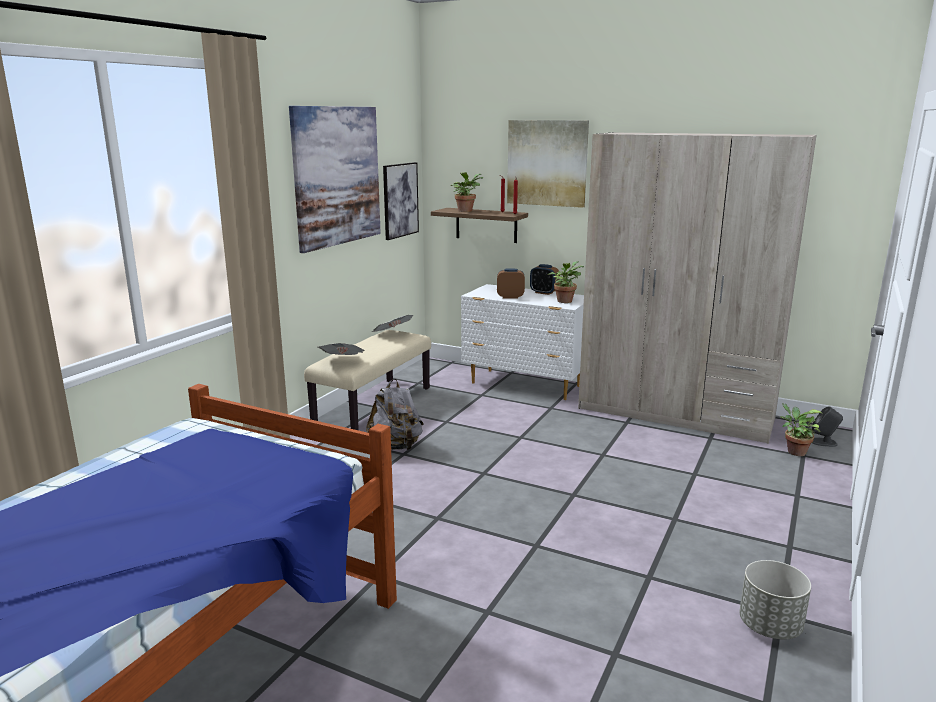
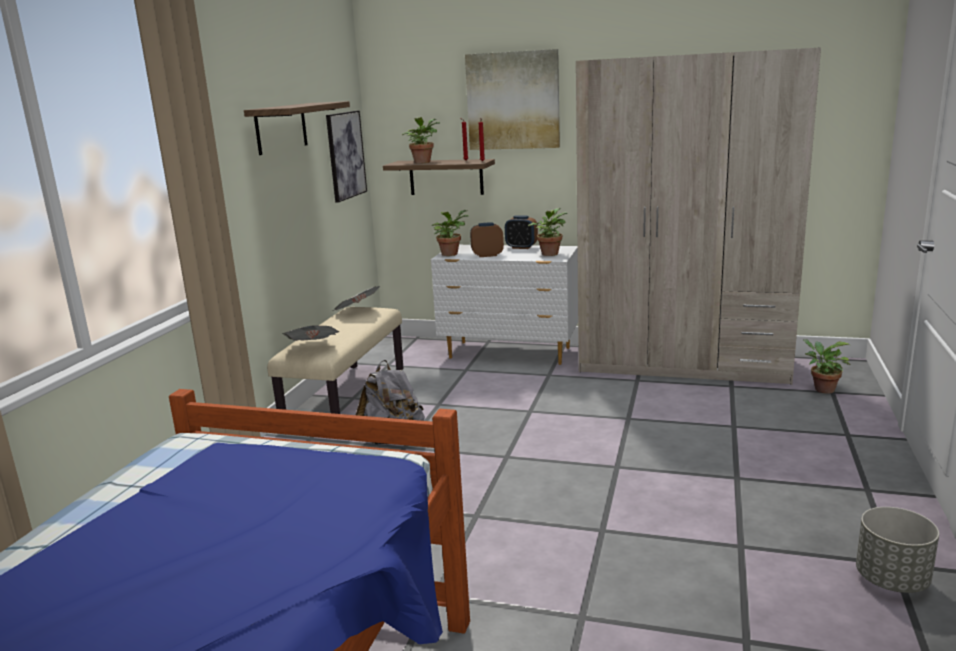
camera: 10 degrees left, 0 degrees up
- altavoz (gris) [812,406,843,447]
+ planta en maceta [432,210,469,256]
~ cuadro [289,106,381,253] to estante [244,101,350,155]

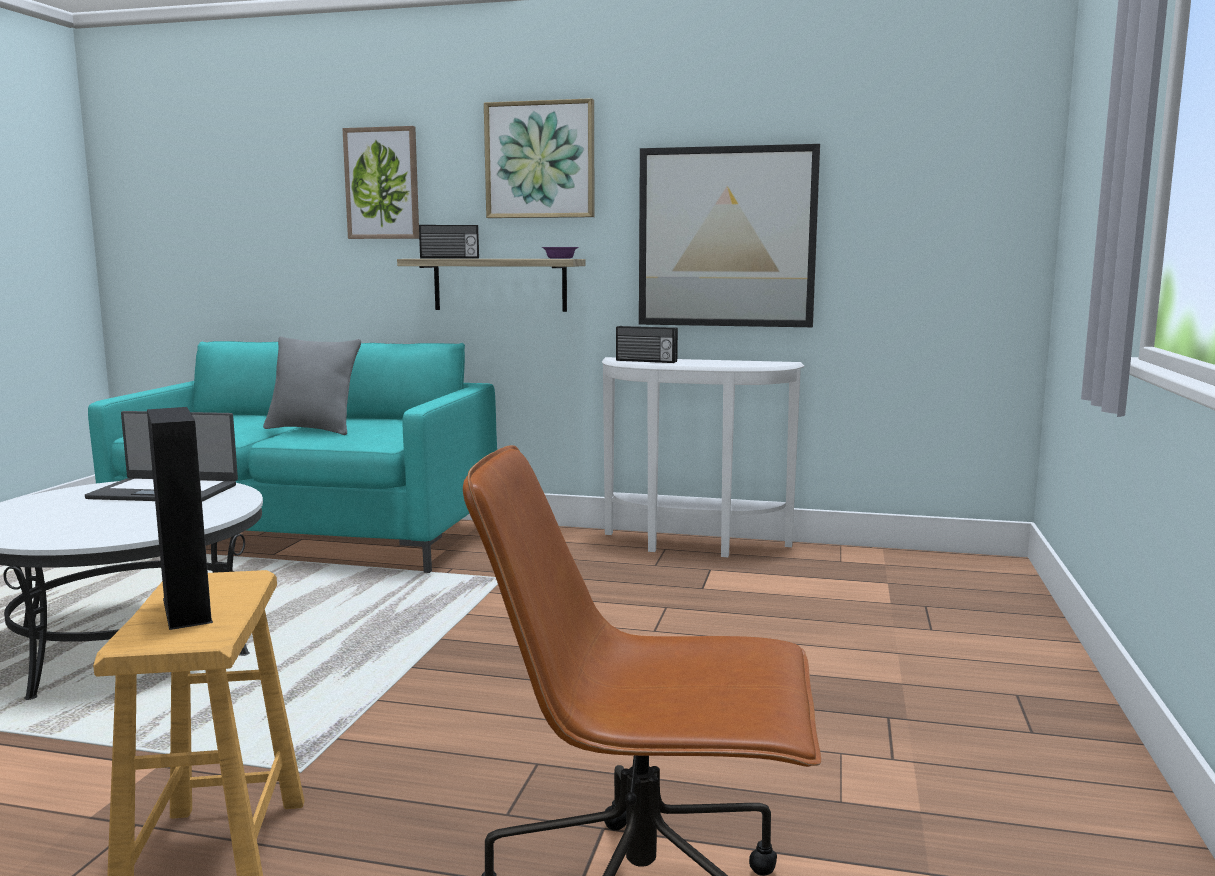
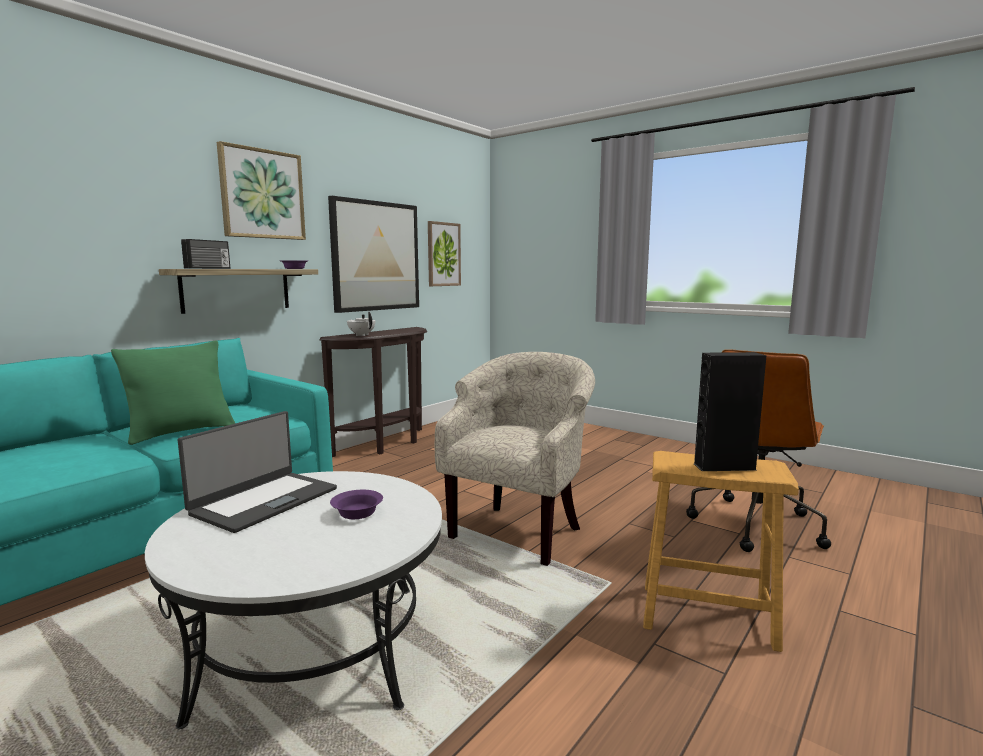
camera: 65 degrees left, 0 degrees up
+ cuenco (morado) [330,490,383,519]
+ sillón (beis) [435,352,595,566]
~ cuadro [342,126,419,239] to [428,221,461,286]
~ radio [616,326,678,363] to tetera (blanco) [347,311,375,336]
~ cojín (gris) [263,336,361,435] to cojín (verde) [111,341,235,445]
~ mesa consola (blanco) [602,357,804,557] to mesa consola (marrón) [319,327,427,457]

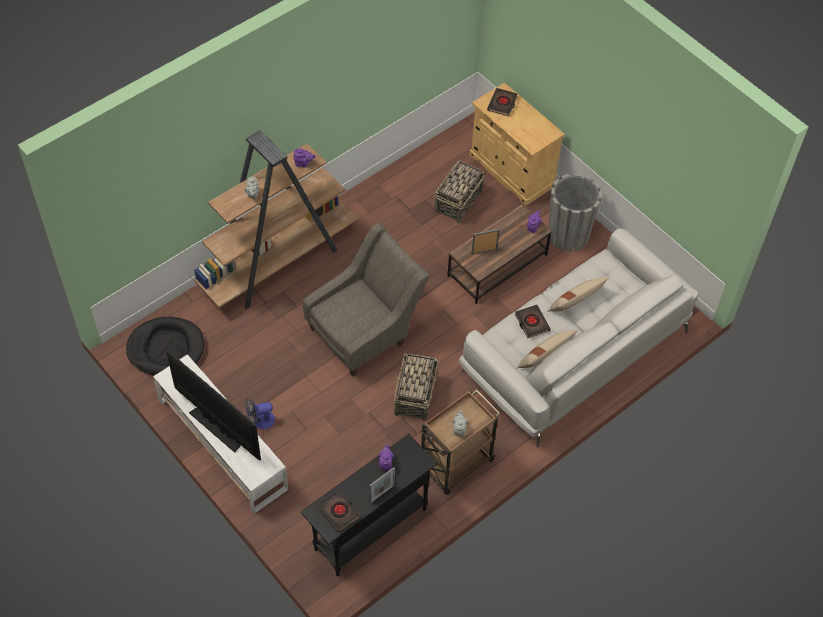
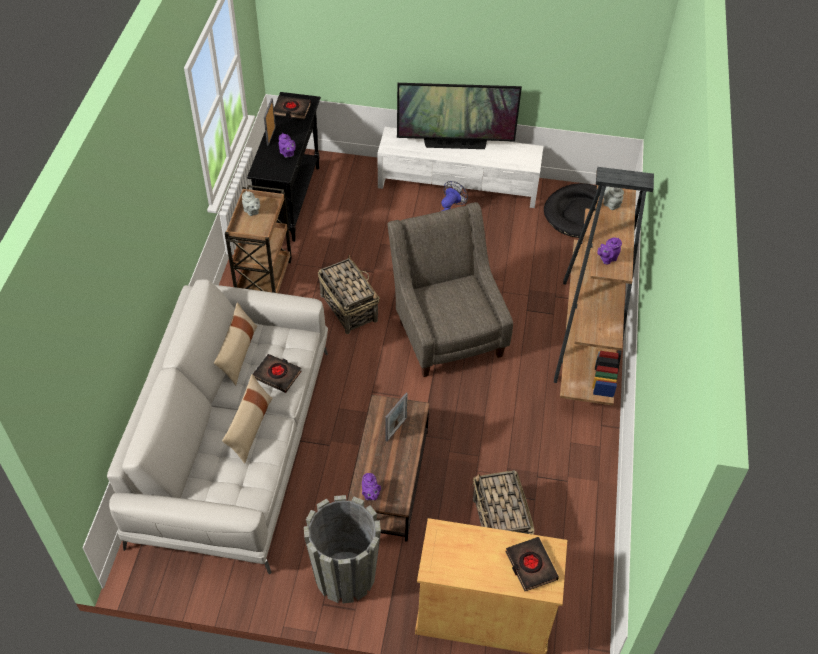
camera: 140 degrees right, 5 degrees down
~ sillón (gris) [303,223,430,377] = [387,202,513,377] 150 degrees clockwise

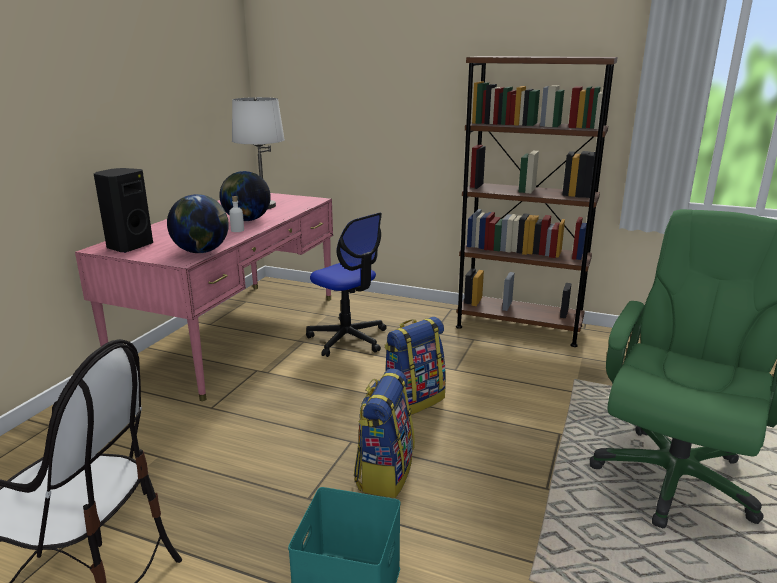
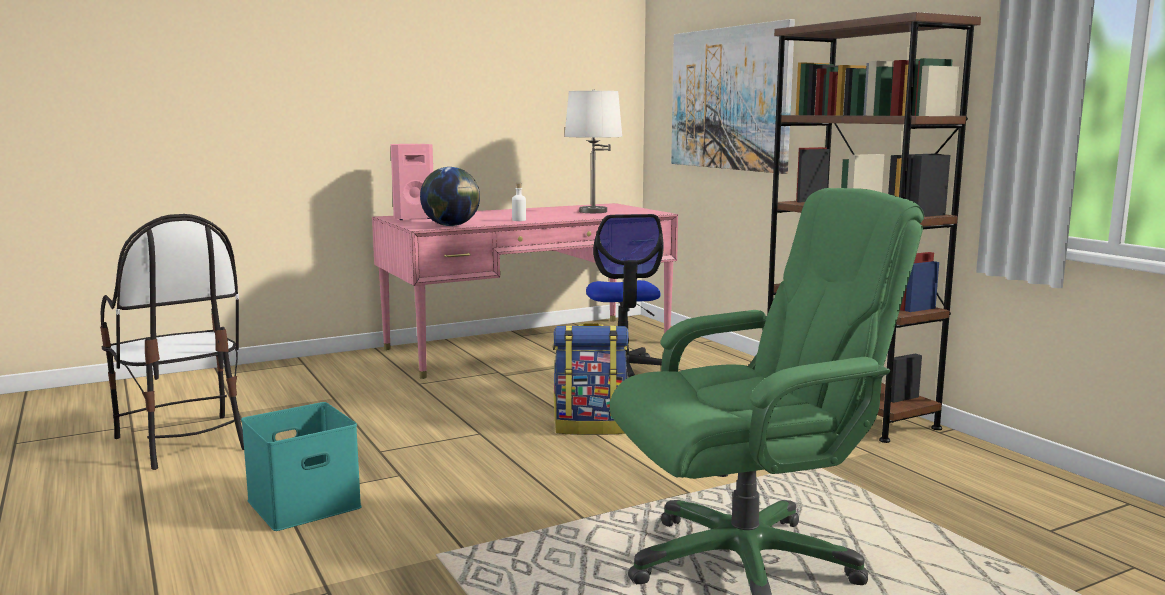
camera: 40 degrees right, 10 degrees down
- globo terráqueo [219,171,271,221]
- mochila [354,369,415,498]
+ cuadro [671,19,795,174]
~ altavoz (negro) [94,168,153,253] to altavoz (rosa) [391,144,433,220]

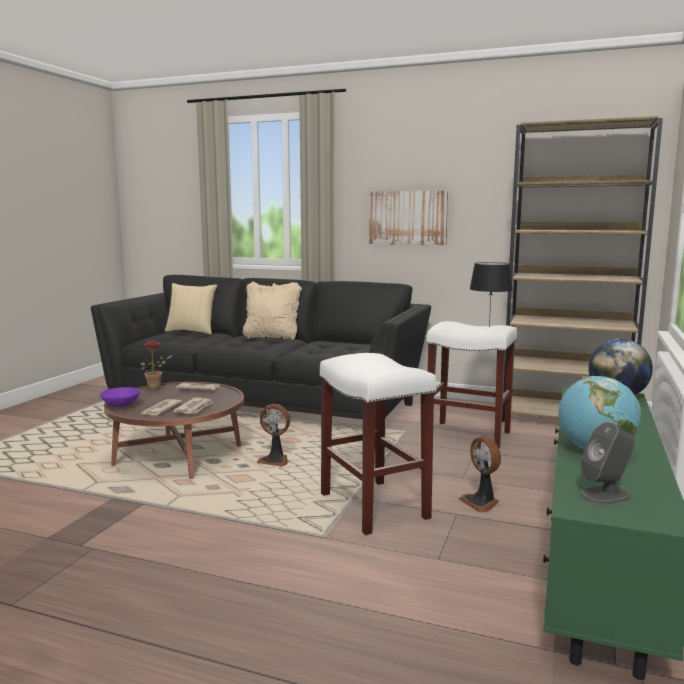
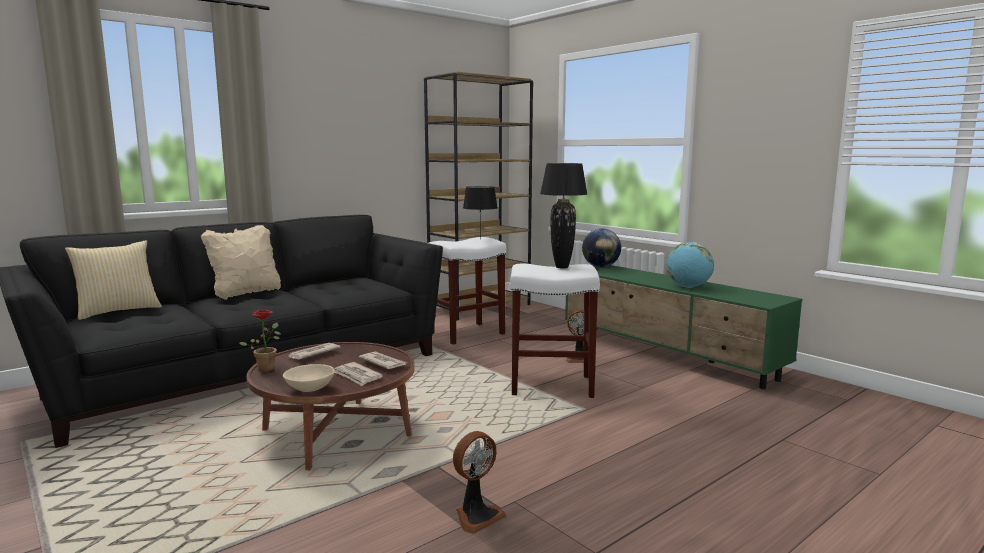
camera: 60 degrees left, 0 degrees up
- cuadro [369,190,448,245]
- altavoz (gris) [580,422,635,504]
+ lámpara de mesa (negro) [540,163,587,268]
~ ventilador [257,404,290,467] to [453,431,507,534]
~ cuenco (morado) [100,387,140,407] to cuenco (beis) [283,364,335,392]

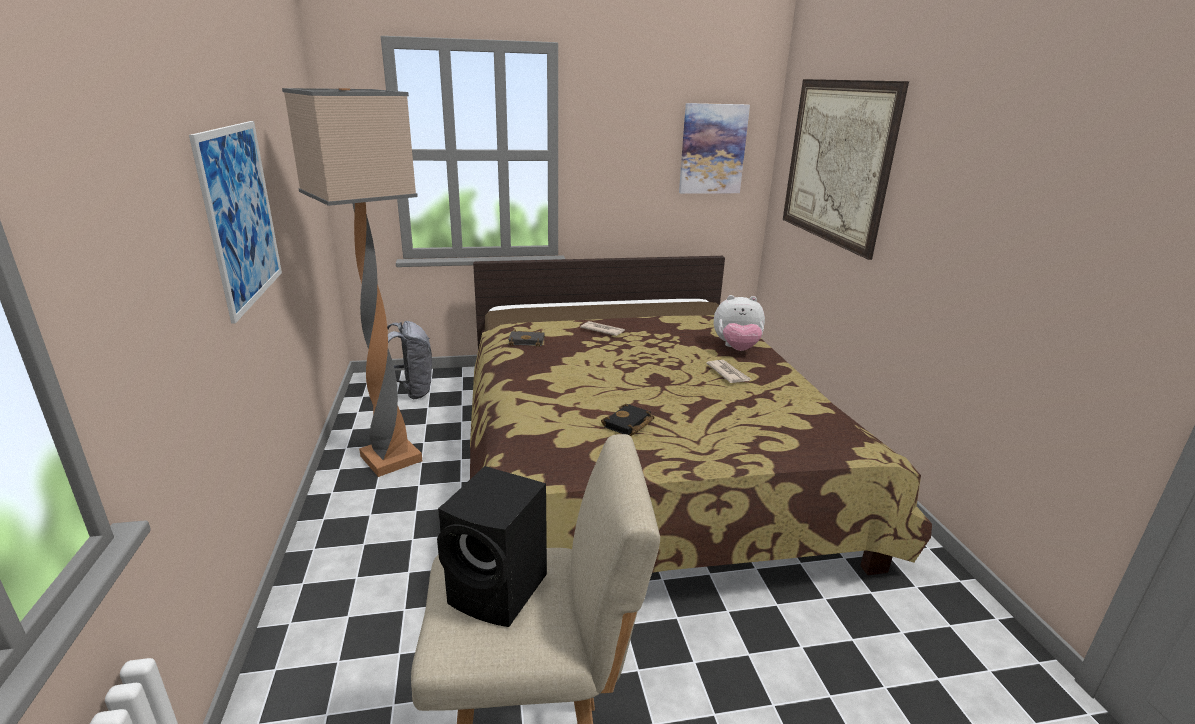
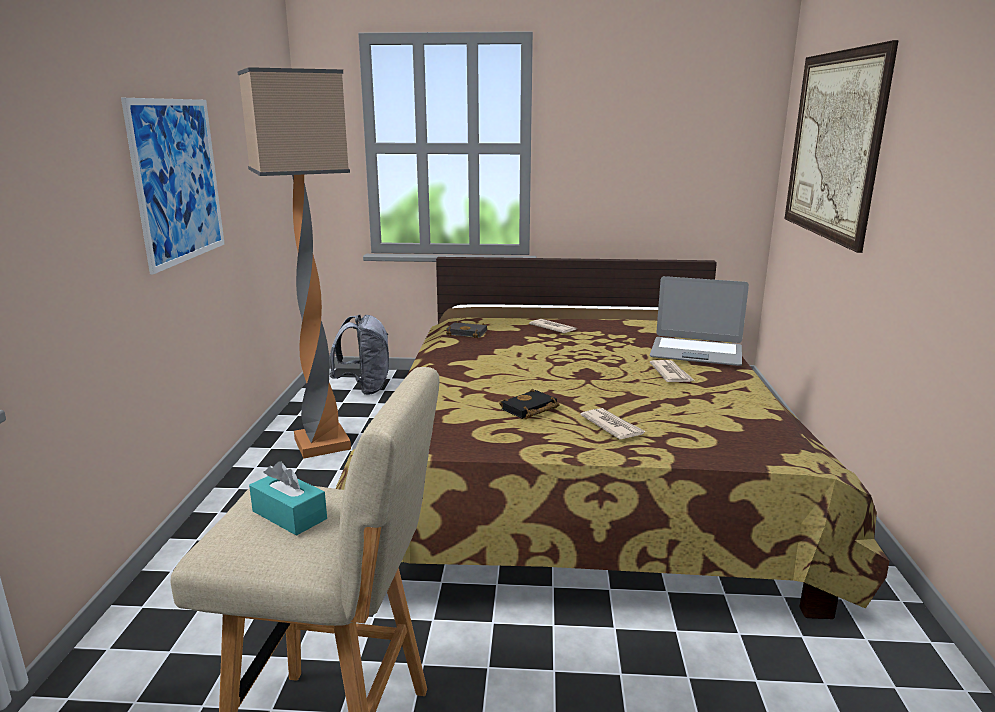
camera: 15 degrees right, 5 degrees down
- cuadro [679,103,750,194]
+ periódico [580,408,646,439]
~ altavoz (negro) [437,466,547,627] to caja de pañuelos (turquesa) [249,461,327,536]
~ peluche [714,295,765,351] to portátil [650,276,749,366]

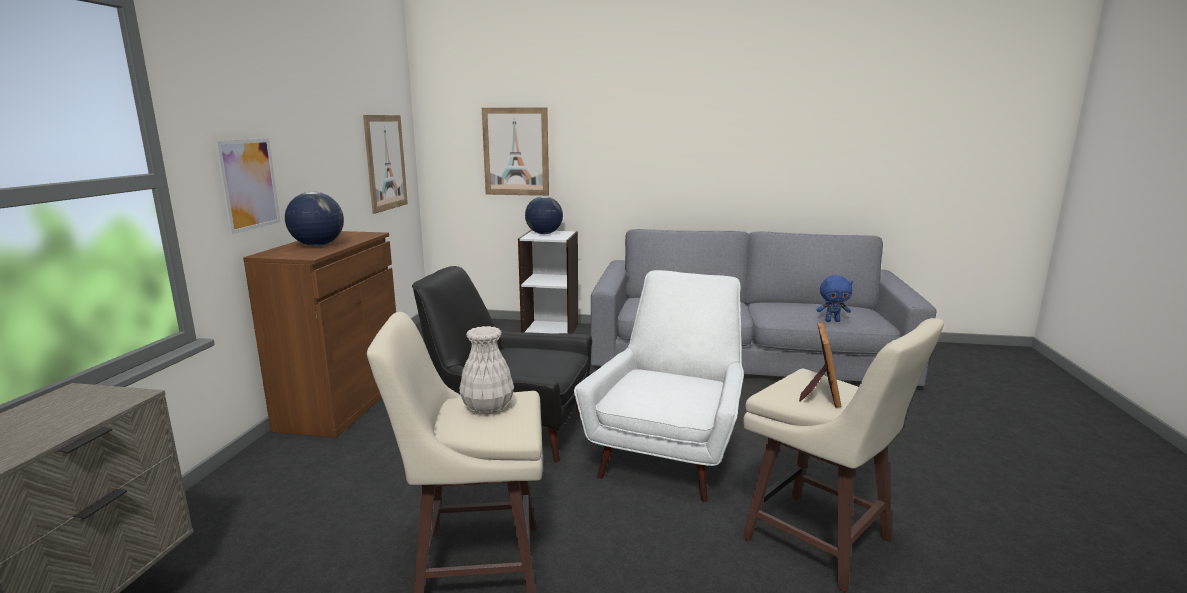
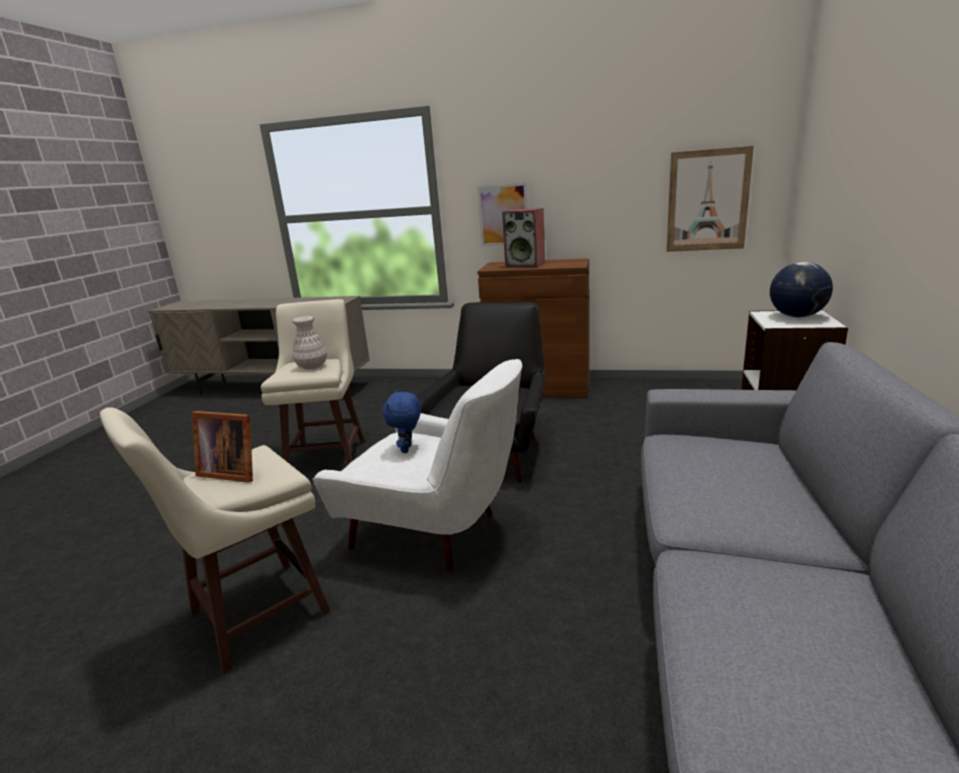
camera: 95 degrees right, 5 degrees up
- cuadro [482,108,549,196]
~ peluche (azul) [817,275,853,322] to [383,390,421,453]
~ globo terráqueo [285,192,344,246] to altavoz [502,208,545,267]

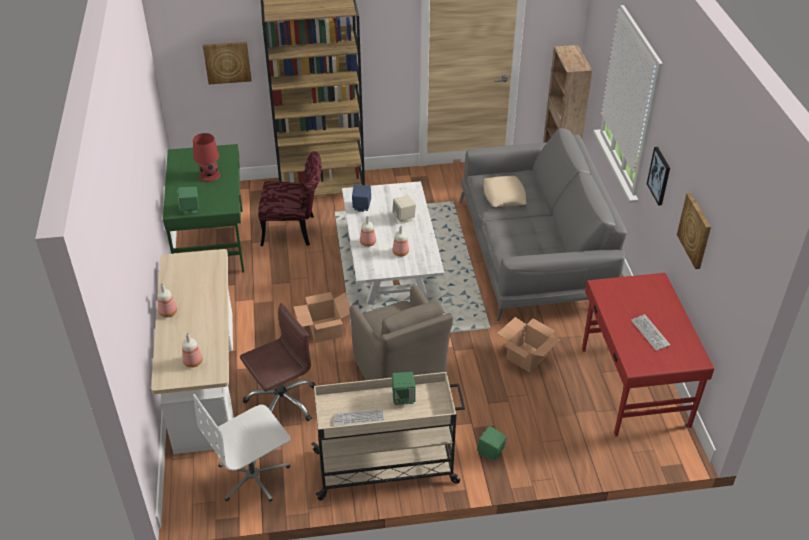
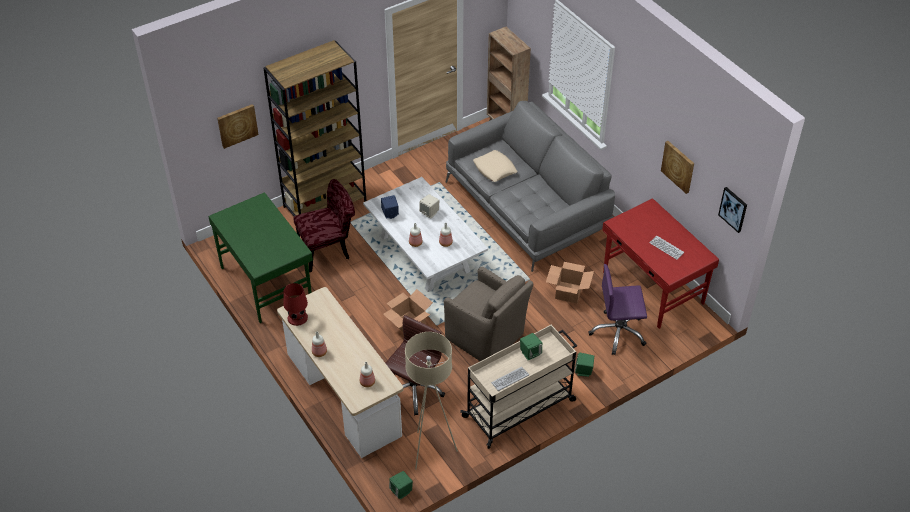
camera: 25 degrees left, 5 degrees up
+ silla de oficina (morado) [588,264,647,355]
~ altavoz (verde) [177,187,199,215] to [389,471,413,499]
~ lámpara de mesa (rojo) [193,133,220,182] to [283,283,308,326]
~ cuadro [647,147,670,206] to [718,187,747,233]
~ silla de oficina (blanco) [193,394,291,502] to lámpara de pie (beis) [405,332,458,470]

